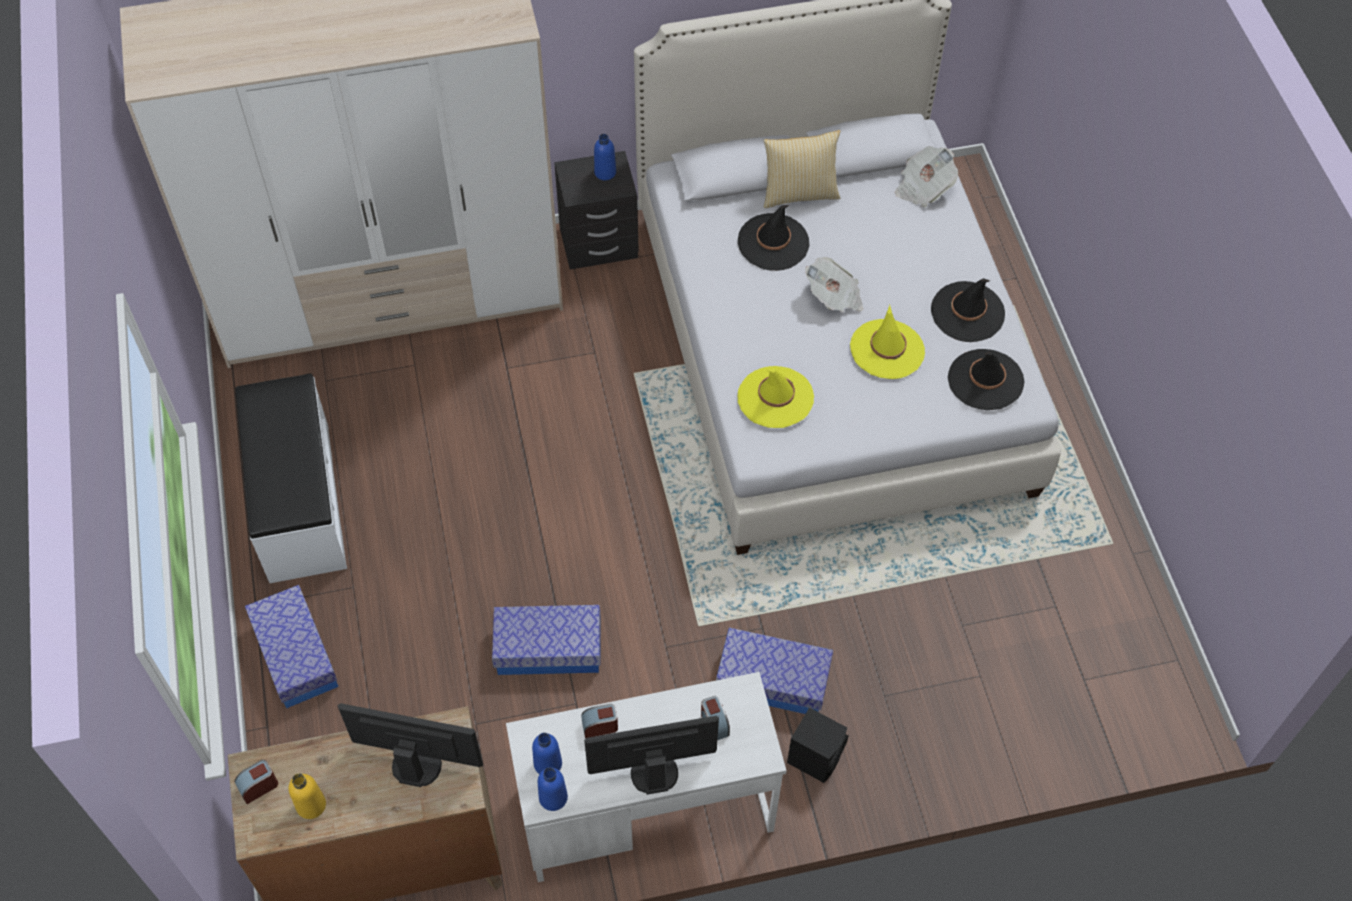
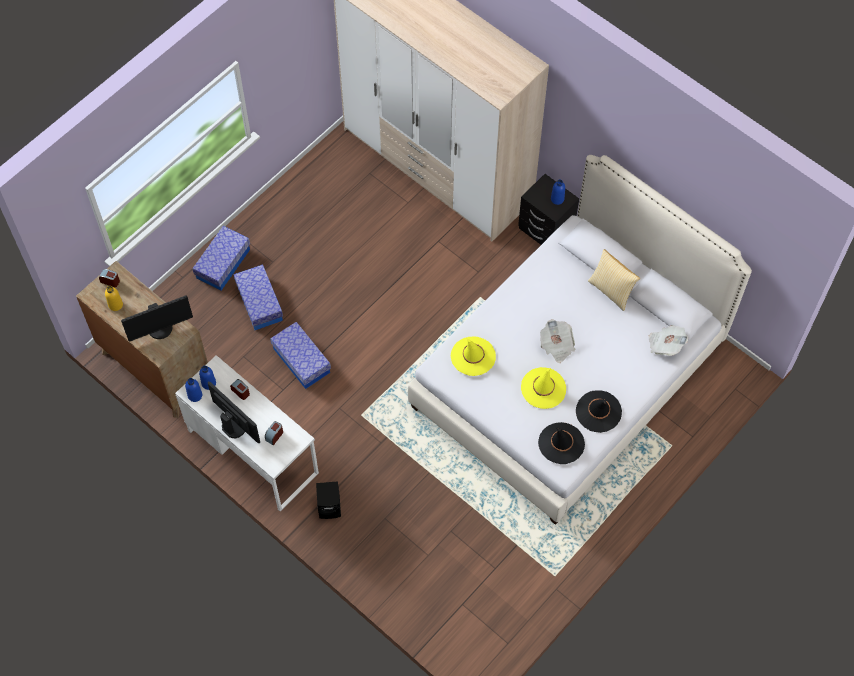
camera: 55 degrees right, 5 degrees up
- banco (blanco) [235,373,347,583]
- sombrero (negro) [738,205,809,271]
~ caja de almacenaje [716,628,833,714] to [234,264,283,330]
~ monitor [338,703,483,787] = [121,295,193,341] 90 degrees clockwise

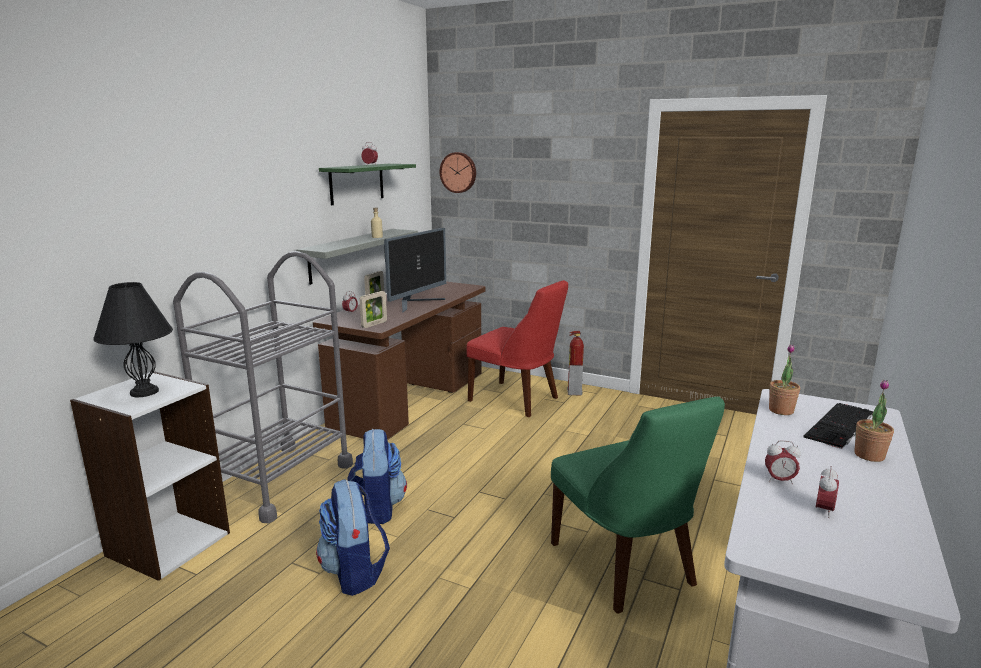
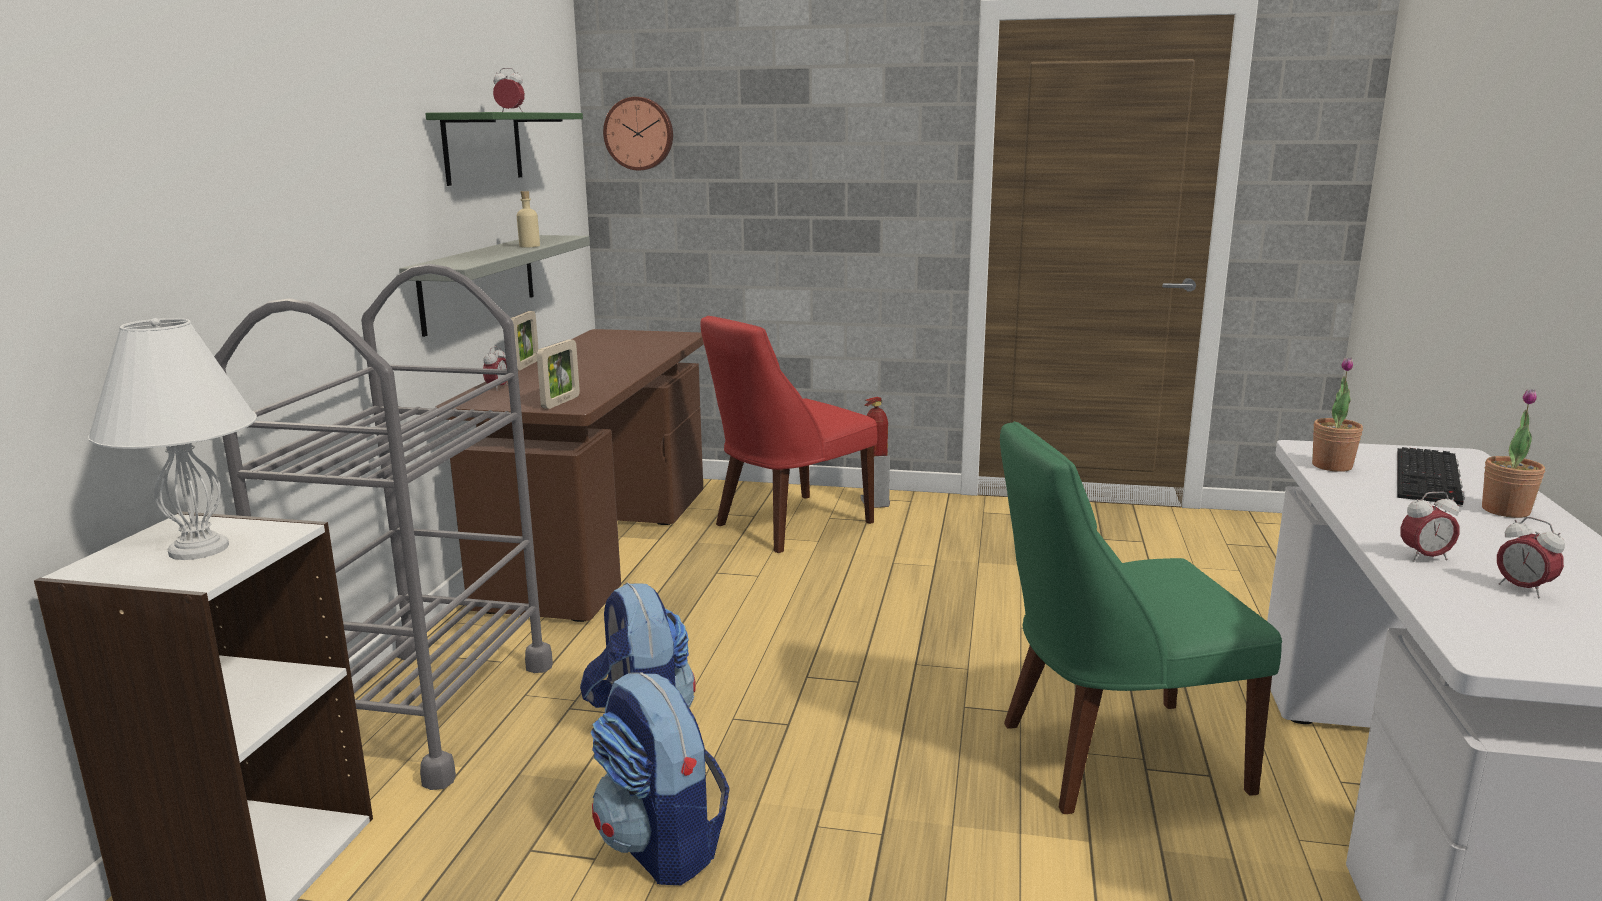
camera: 15 degrees left, 0 degrees up
- monitor [384,228,446,313]
~ lámpara de mesa (negro) [93,282,173,397] to lámpara de mesa (blanco) [88,318,257,560]
~ silla (rojo) [466,280,568,417] = [700,316,877,553] 120 degrees clockwise
~ silla (verde) [551,397,725,614] = [1000,421,1282,814] 120 degrees clockwise
~ despertador [816,466,839,518] = [1497,517,1565,598] 135 degrees clockwise

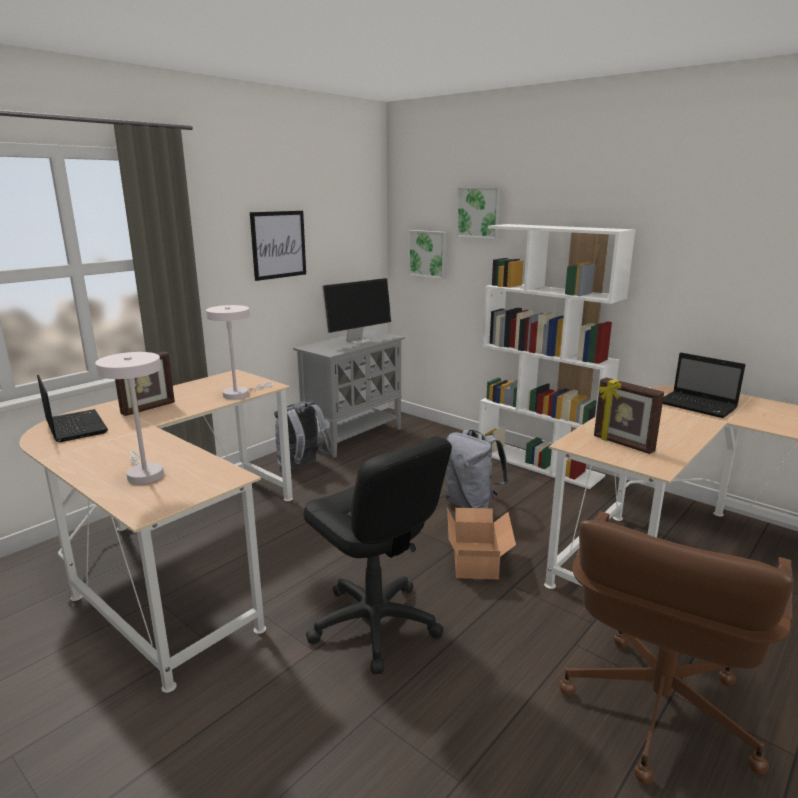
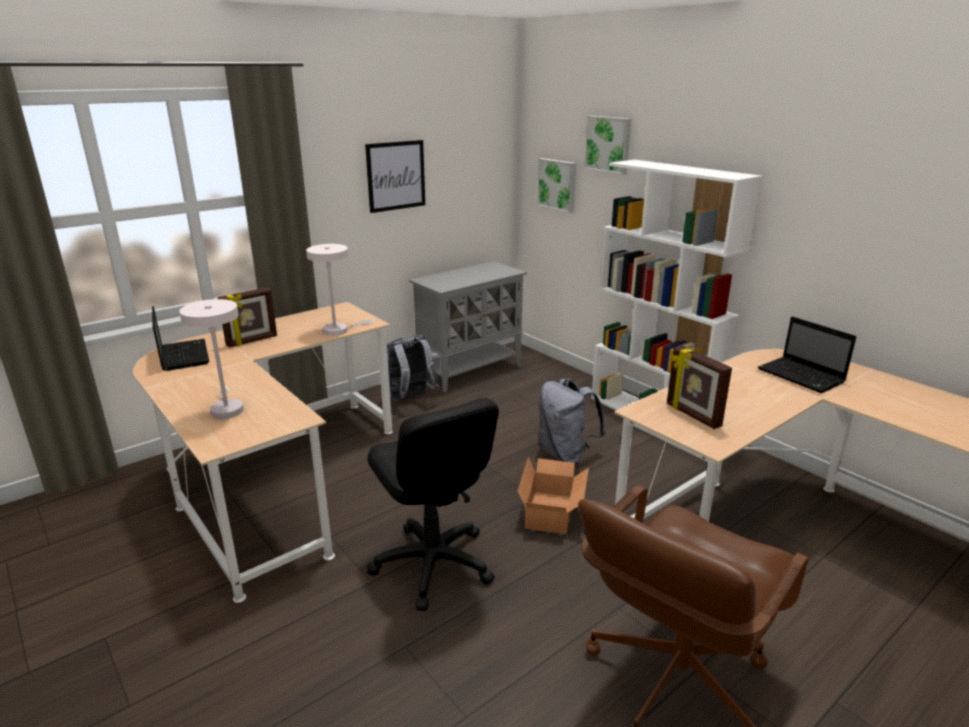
camera: 10 degrees right, 5 degrees up
- monitor [322,278,391,344]

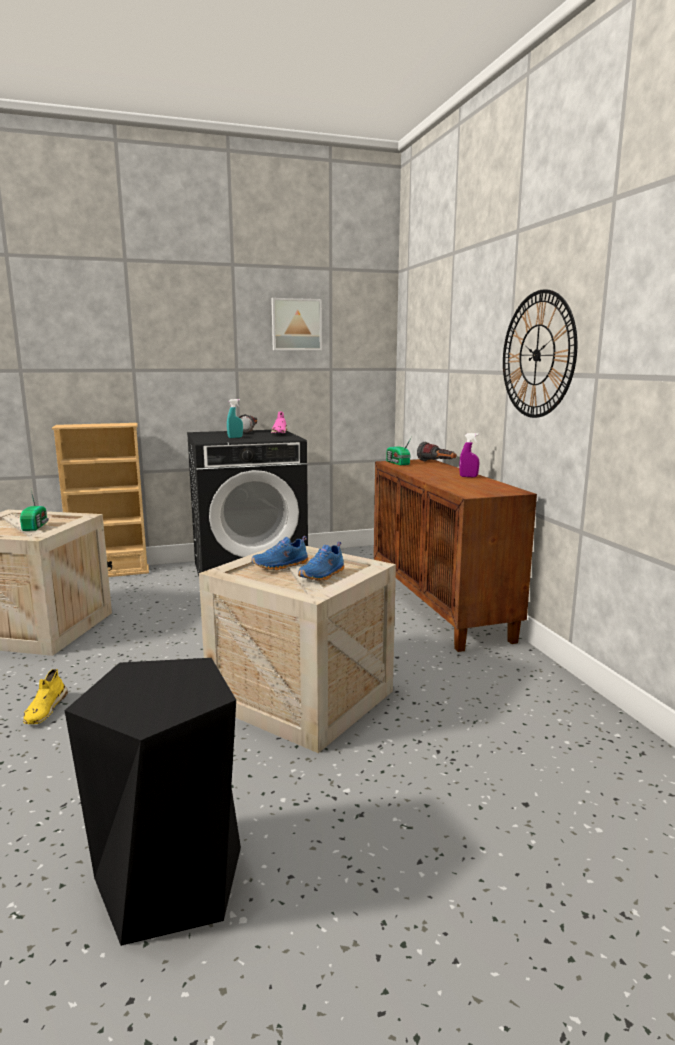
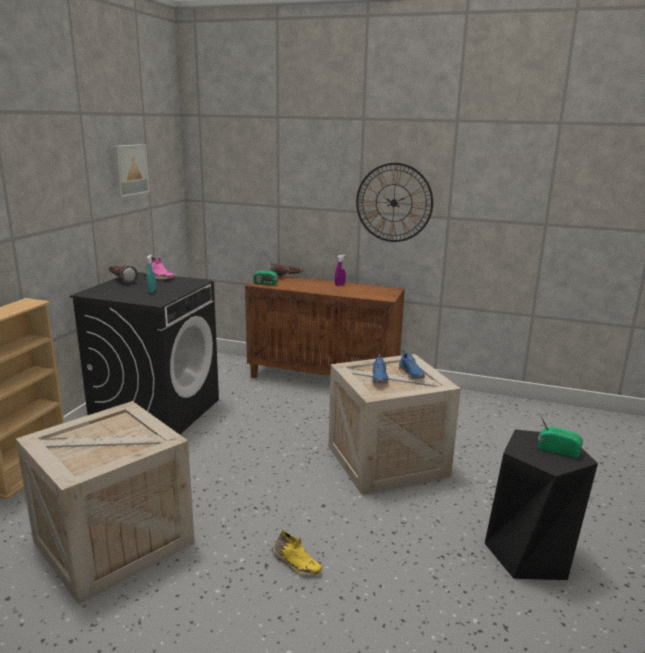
camera: 55 degrees left, 5 degrees up
~ radio [20,490,49,531] to [538,415,583,458]

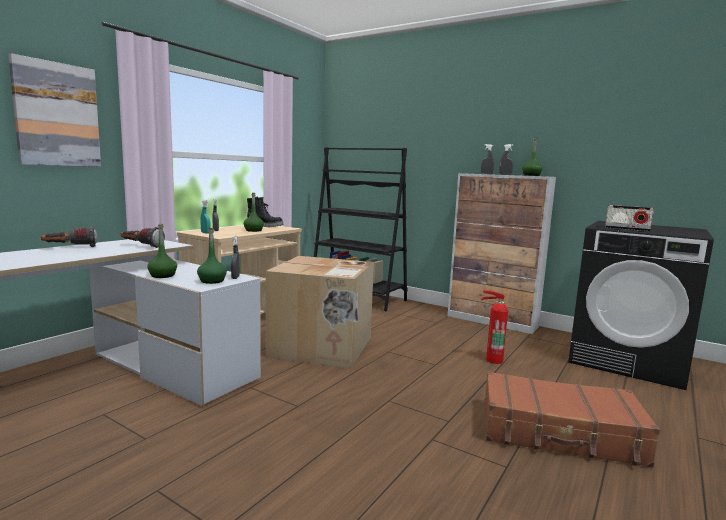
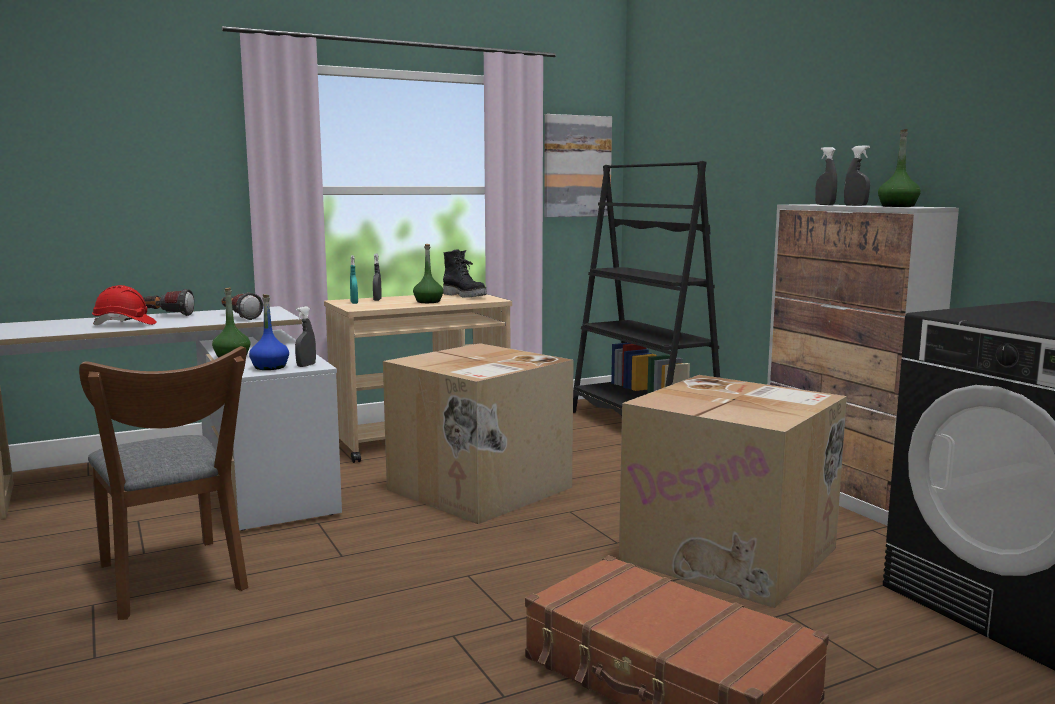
camera: 30 degrees right, 0 degrees up
- radio [605,205,654,231]
+ silla (marrón) [79,346,248,620]
+ casco (rojo) [92,285,157,325]
~ cuadro [8,53,101,167] to [544,114,612,217]
~ extintor [481,290,508,364] to caja de cartón [619,375,847,608]
~ botella (verde) [197,228,227,284] to botella (azul) [249,294,289,370]

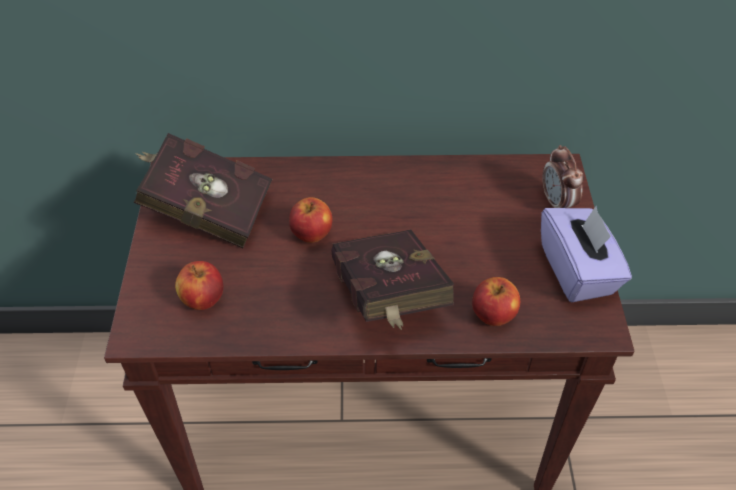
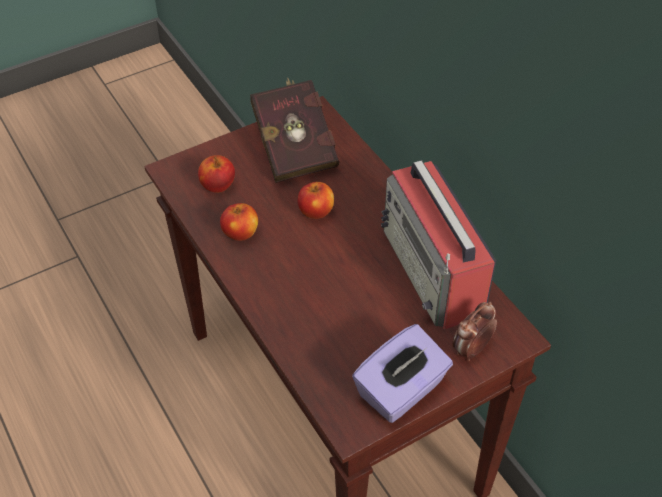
camera: 60 degrees right, 0 degrees up
- libro (rojo) [331,229,454,330]
+ radio [381,160,496,330]
~ manzana [472,277,520,326] to [220,203,258,241]

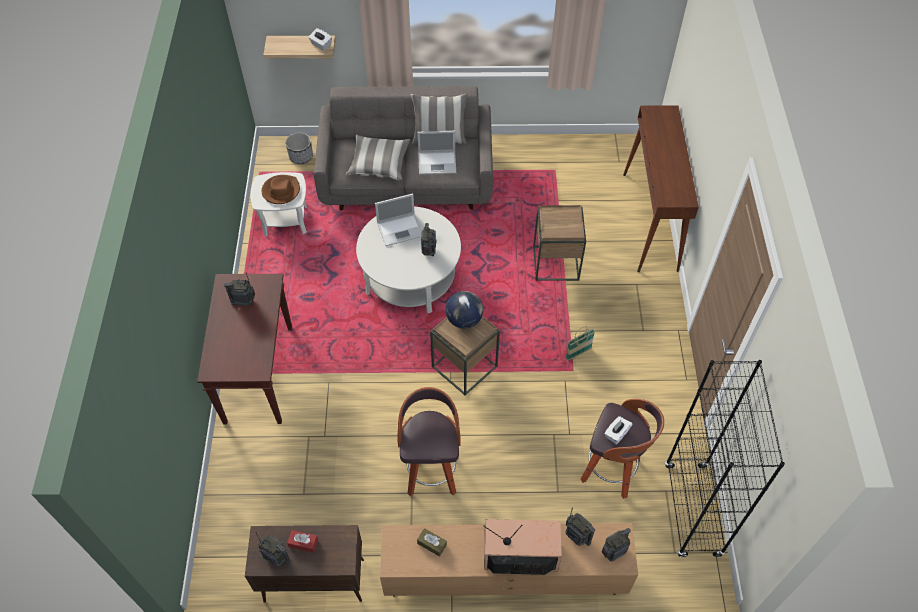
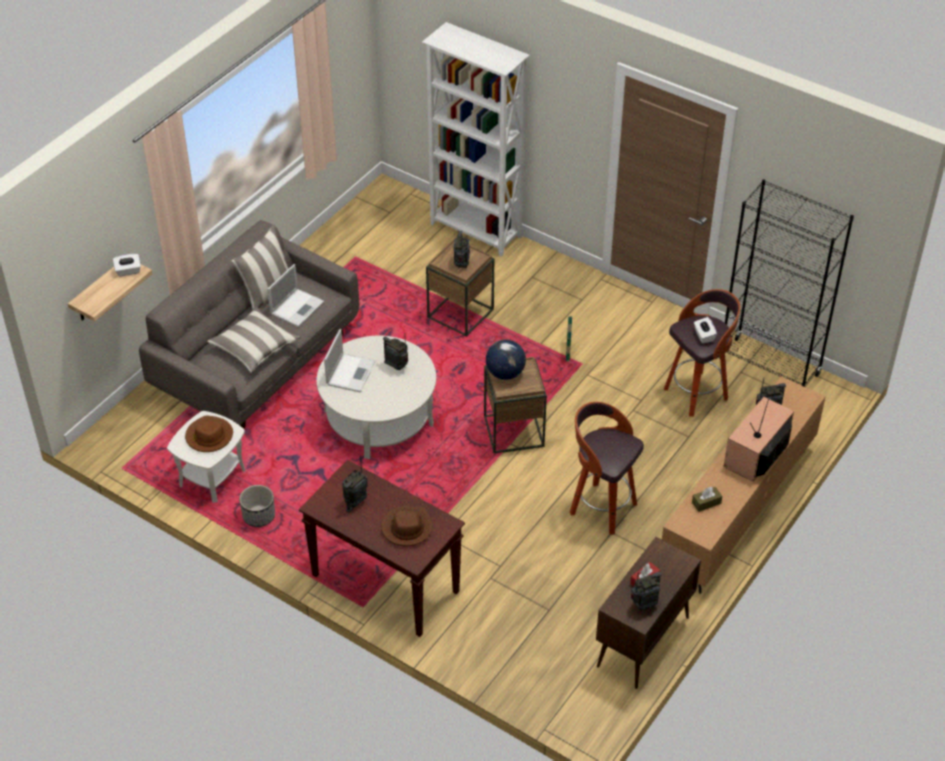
camera: 55 degrees left, 10 degrees down
+ sombrero (marrón) [381,506,433,546]
~ maceta [285,132,313,164] to [239,485,275,527]
~ radio [602,528,631,562] to [454,231,470,268]
~ mesa consola (marrón) [623,105,699,273] to estantería (blanco) [422,22,530,257]

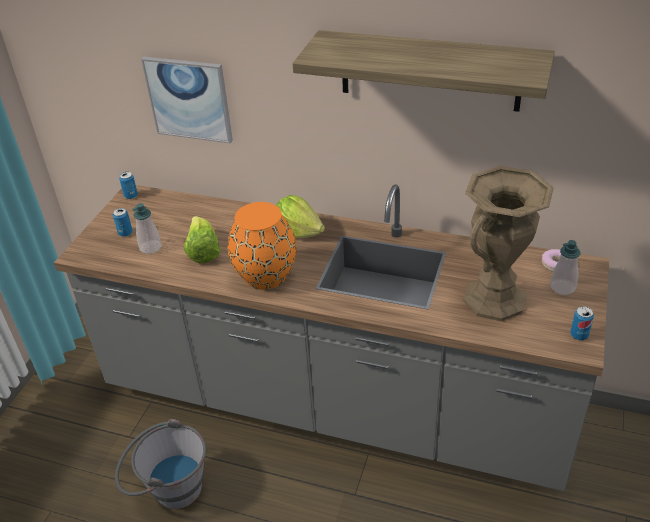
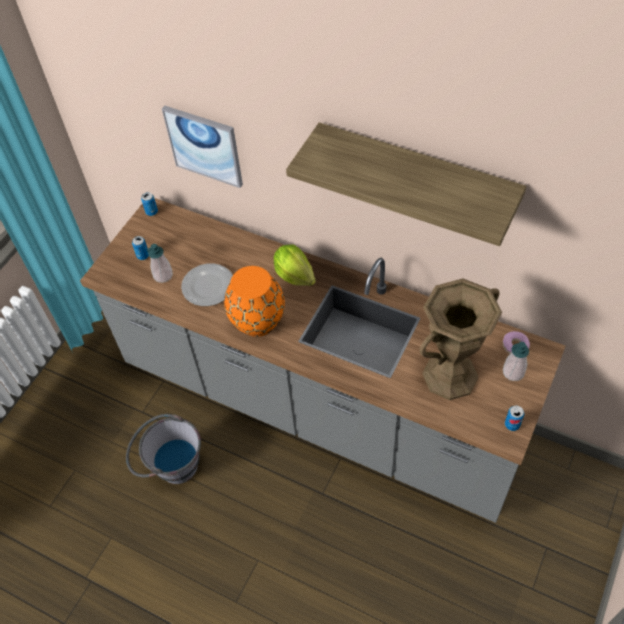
camera: 10 degrees right, 15 degrees up
~ lechuga [184,216,220,263] to plato [181,263,233,306]

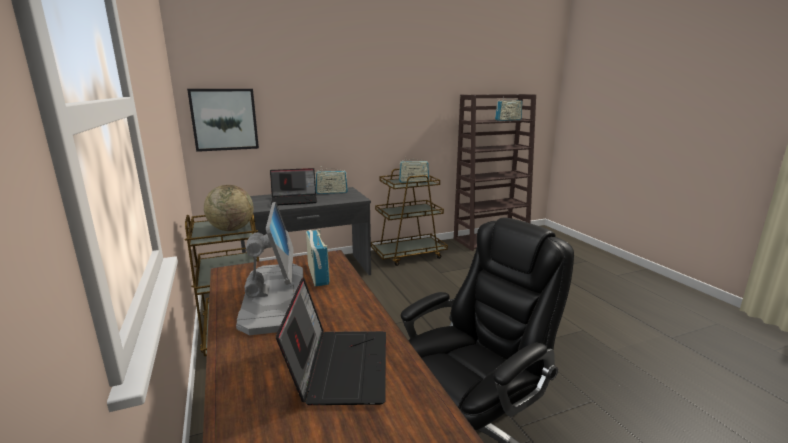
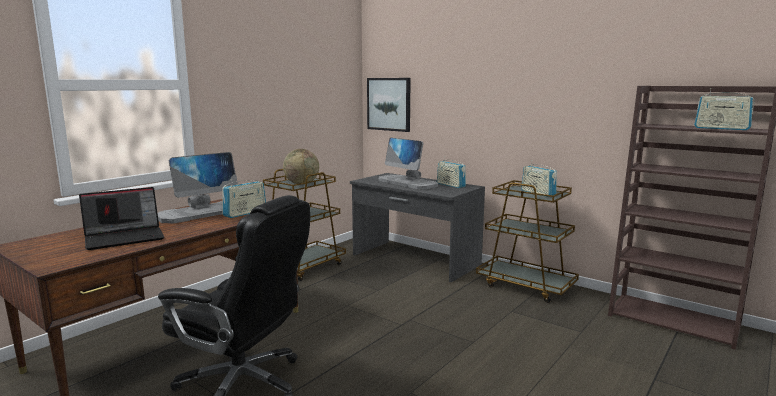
camera: 60 degrees right, 5 degrees down
~ portátil [270,168,317,205] to monitor [378,138,438,189]

